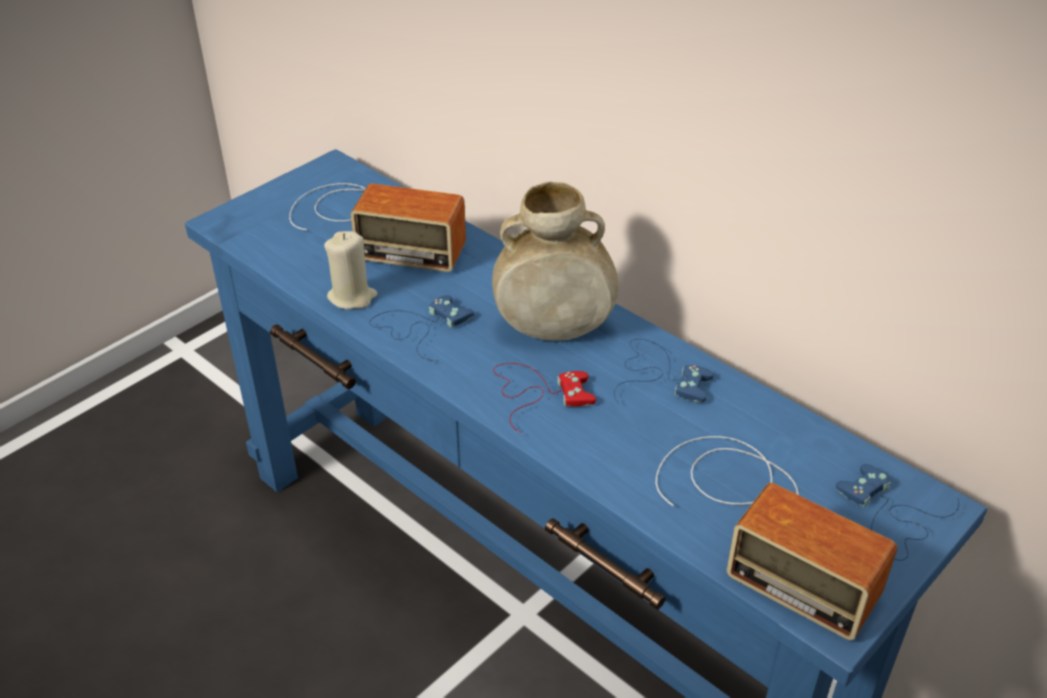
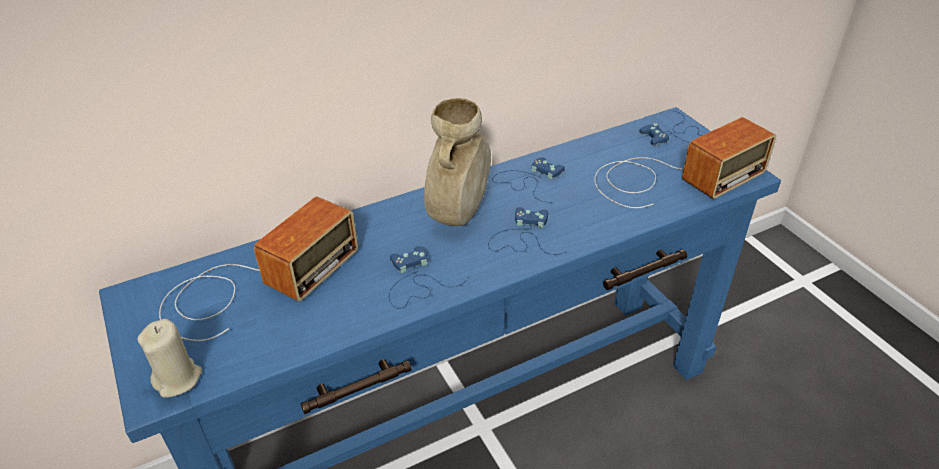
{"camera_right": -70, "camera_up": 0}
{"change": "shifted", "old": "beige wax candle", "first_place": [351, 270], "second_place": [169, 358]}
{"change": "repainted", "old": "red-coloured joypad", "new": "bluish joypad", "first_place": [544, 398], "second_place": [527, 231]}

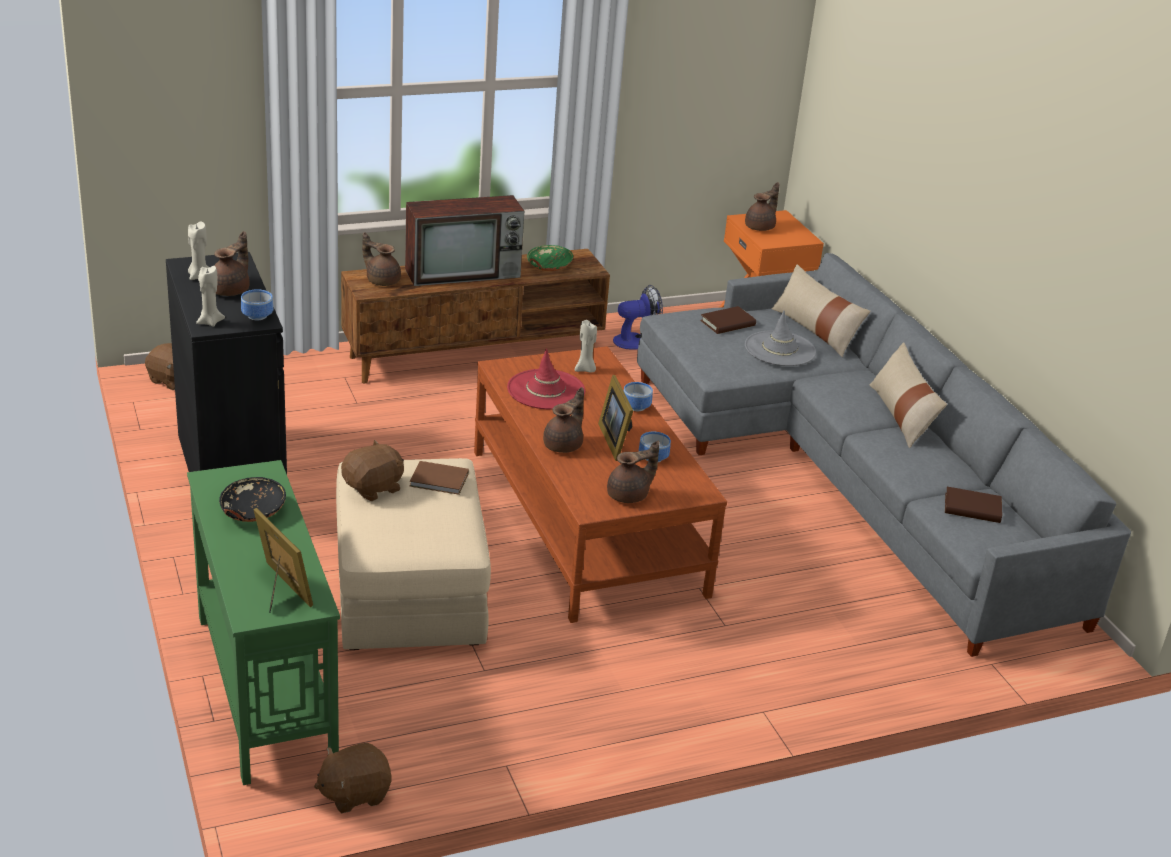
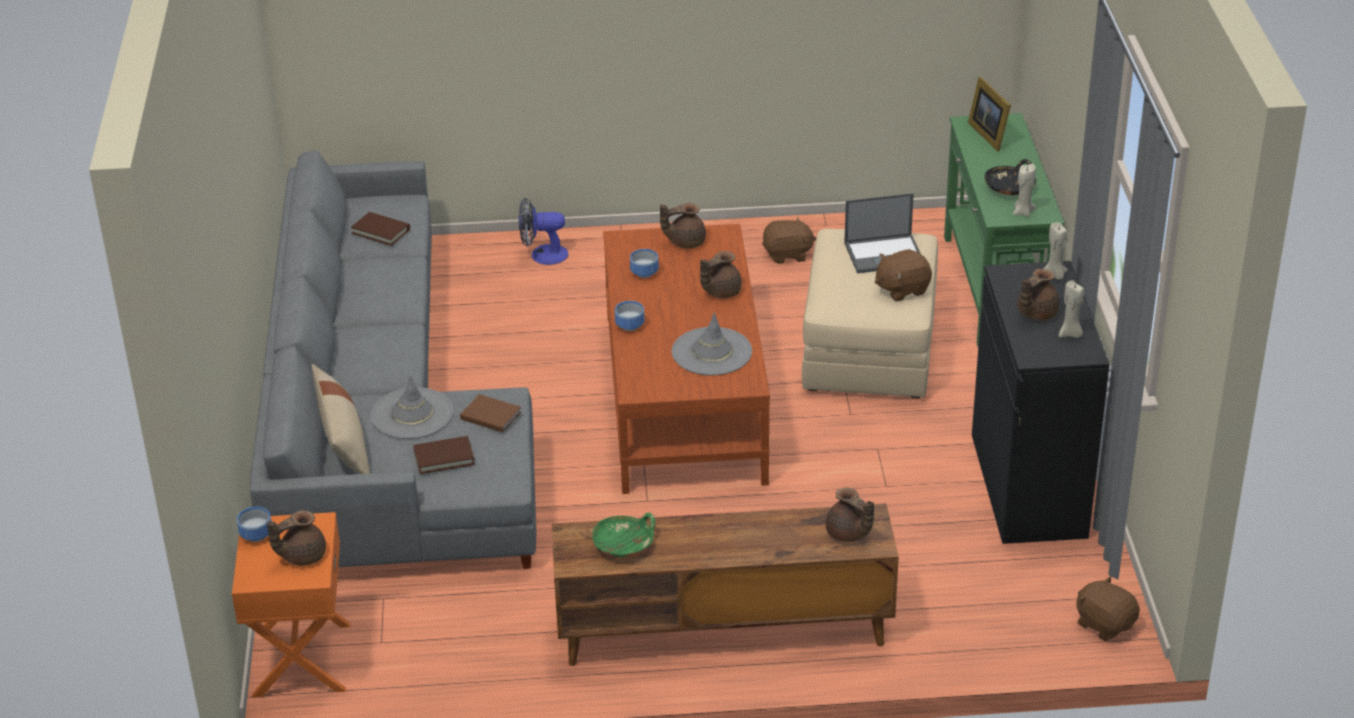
{"camera_right": -160, "camera_up": 5}
{"change": "gone", "old": "TV", "first_place": [464, 240]}
{"change": "shifted", "old": "cooling fan", "first_place": [638, 317], "second_place": [543, 231]}
{"change": "shifted", "old": "serving bowl", "first_place": [257, 304], "second_place": [254, 524]}
{"change": "shifted", "old": "beige wax candle", "first_place": [586, 346], "second_place": [1024, 190]}
{"change": "gone", "old": "beige cushion", "first_place": [908, 395]}
{"change": "repainted", "old": "red-coloured clothing hat", "new": "greyish clothing hat", "first_place": [546, 378], "second_place": [712, 344]}
{"change": "gone", "old": "standing frame", "first_place": [615, 418]}
{"change": "shifted", "old": "brown-coloured book", "first_place": [439, 478], "second_place": [491, 413]}
{"change": "shifted", "old": "brown-coloured soft toy", "first_place": [353, 778], "second_place": [789, 240]}
{"change": "new", "new": "portable computer", "second_place": [882, 233]}

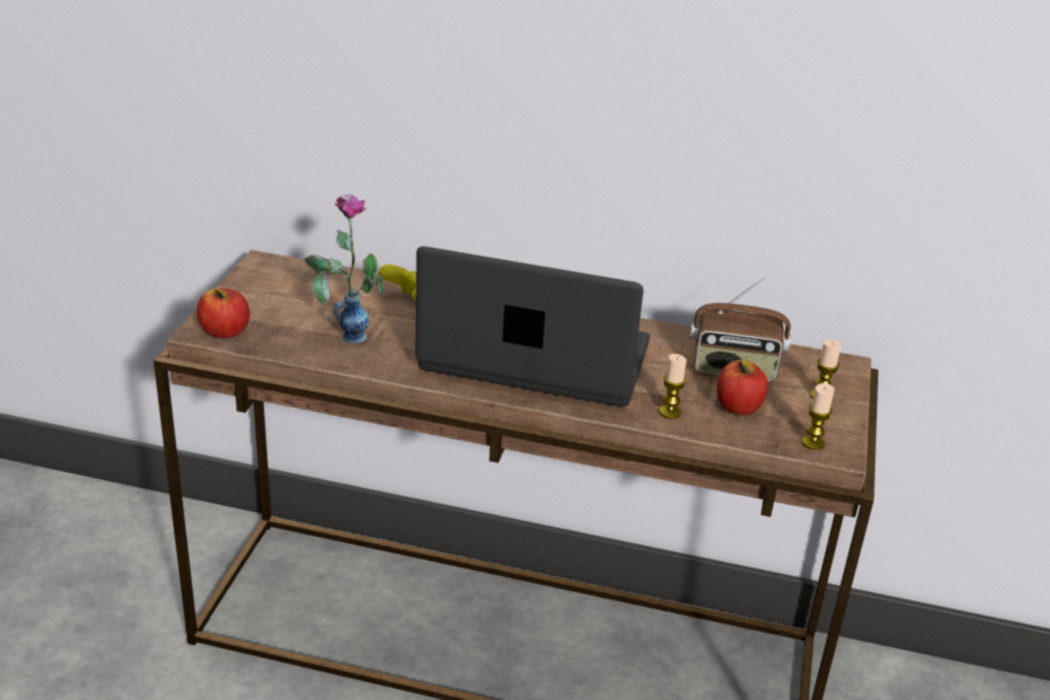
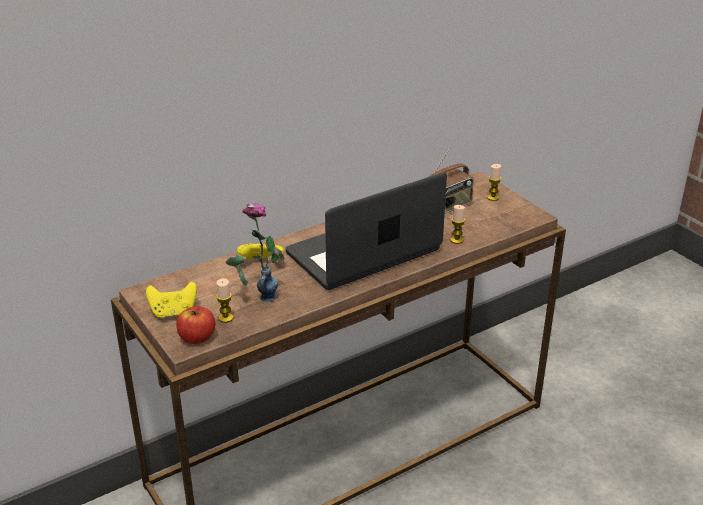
{"camera_right": -45, "camera_up": 0}
{"change": "gone", "old": "apple", "first_place": [742, 387]}
{"change": "shifted", "old": "wax candle", "first_place": [818, 416], "second_place": [224, 300]}
{"change": "new", "new": "yellowish joypad", "second_place": [171, 300]}

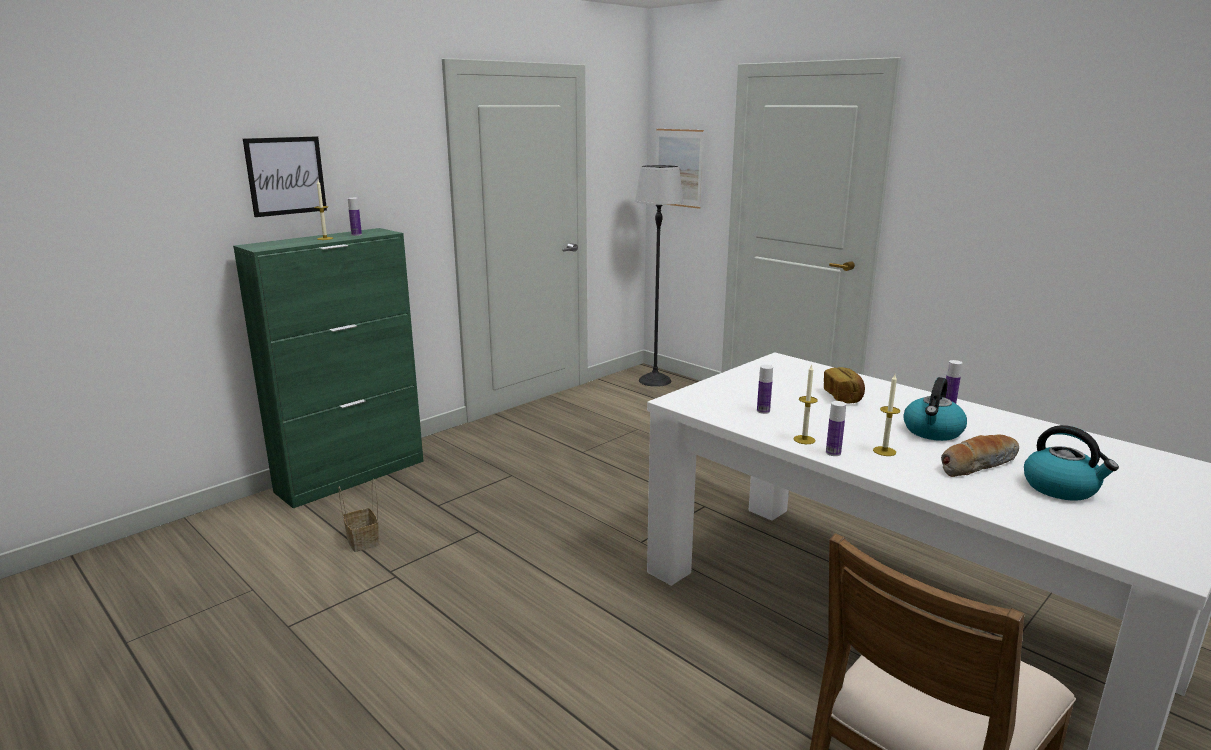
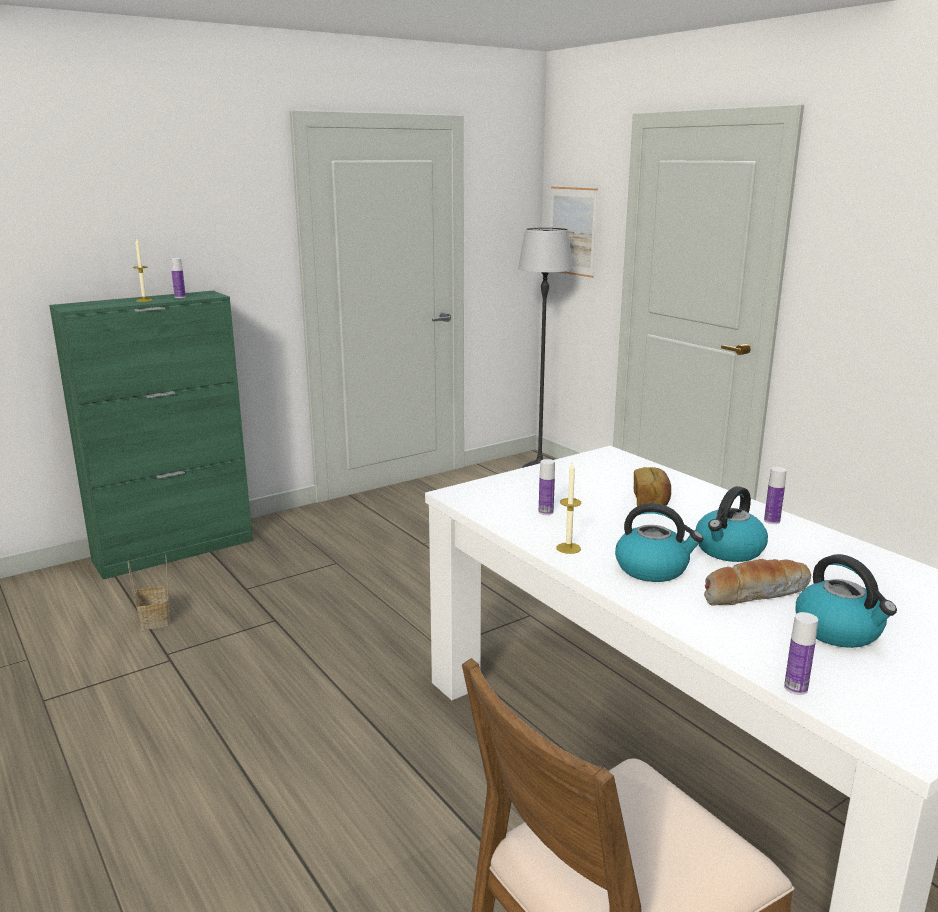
{"camera_right": 10, "camera_up": 0}
{"change": "gone", "old": "wall picture", "first_place": [285, 176]}
{"change": "swapped", "old": "wax candle", "new": "tea kettle", "first_place": [886, 415], "second_place": [659, 542]}
{"change": "shifted", "old": "beverage bottle", "first_place": [836, 428], "second_place": [801, 653]}

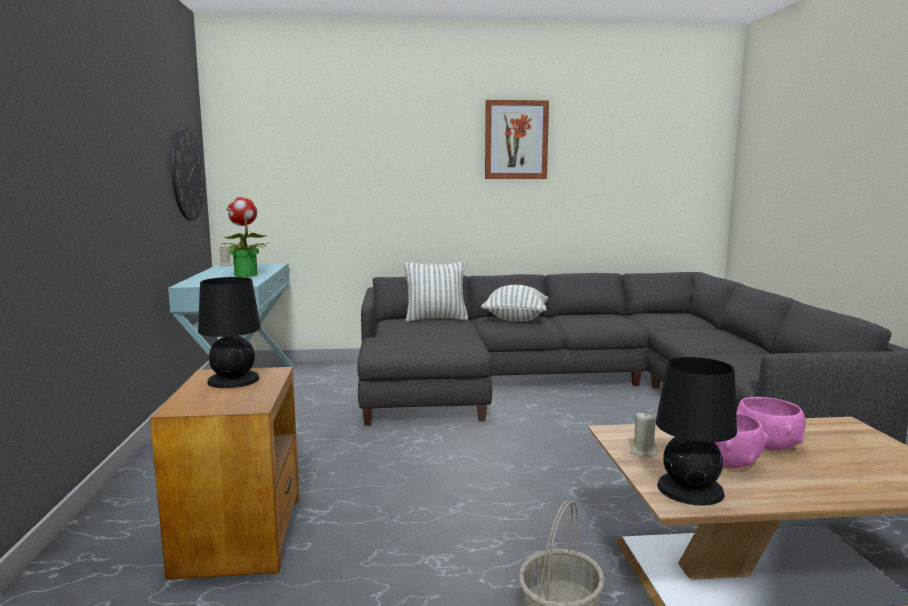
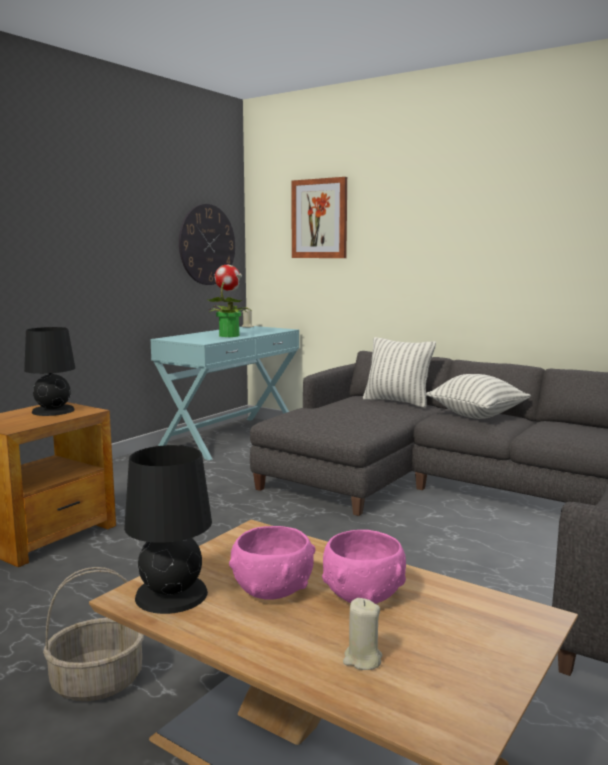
{"camera_right": 40, "camera_up": 0}
{"change": "shifted", "old": "wall picture", "first_place": [517, 139], "second_place": [319, 217]}
{"change": "shifted", "old": "beige wax candle", "first_place": [644, 435], "second_place": [362, 634]}

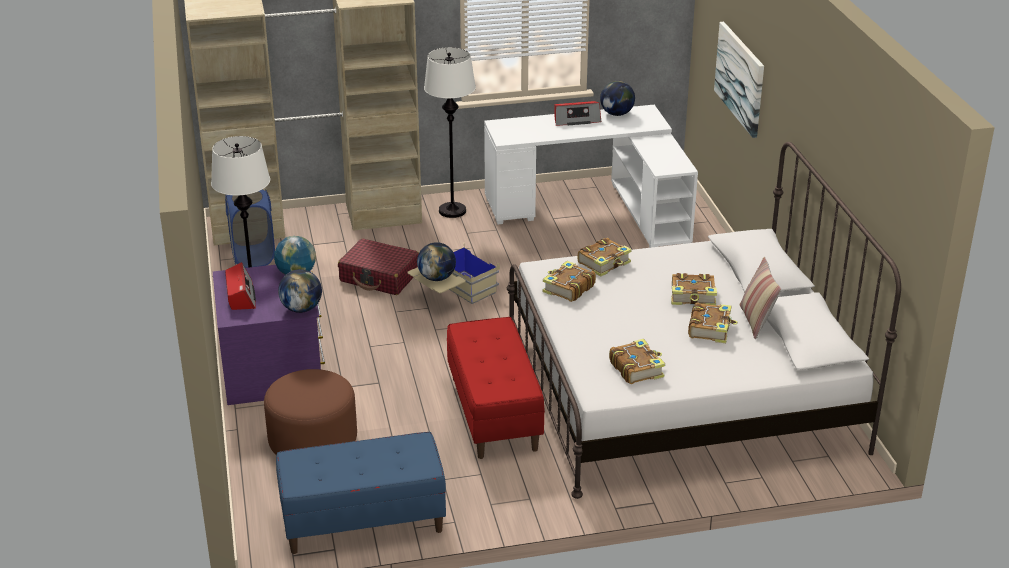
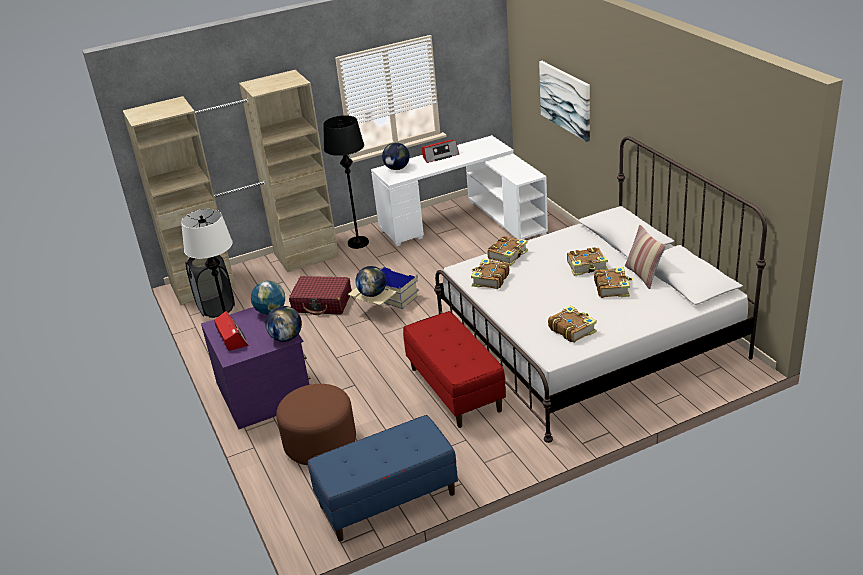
{"camera_right": -10, "camera_up": 0}
{"change": "repainted", "old": "white-coloured floor lamp", "new": "black floor lamp", "first_place": [450, 132], "second_place": [346, 182]}
{"change": "shifted", "old": "world globe", "first_place": [617, 98], "second_place": [396, 156]}
{"change": "repainted", "old": "bluish laundry basket", "new": "black laundry basket", "first_place": [250, 228], "second_place": [210, 286]}

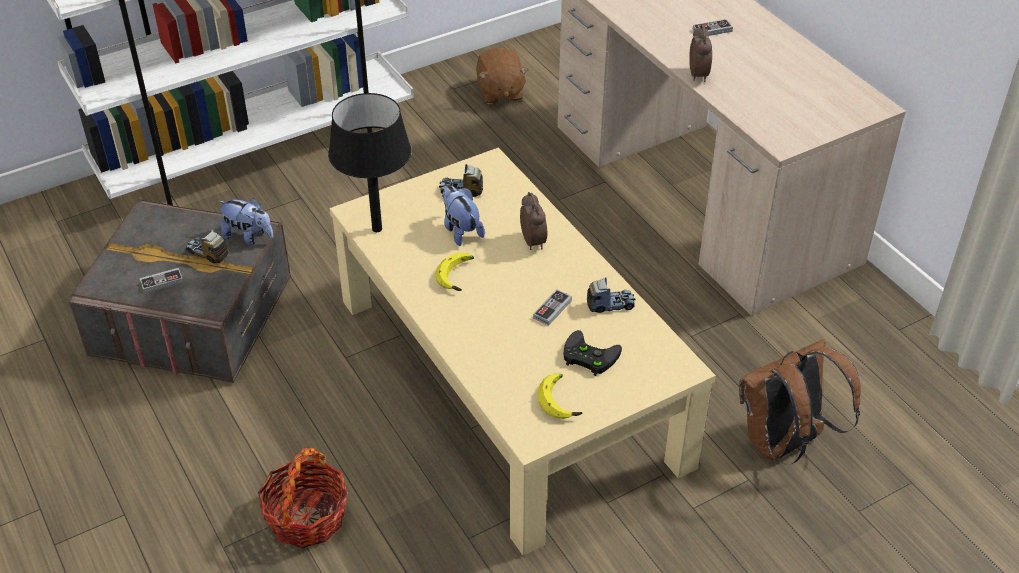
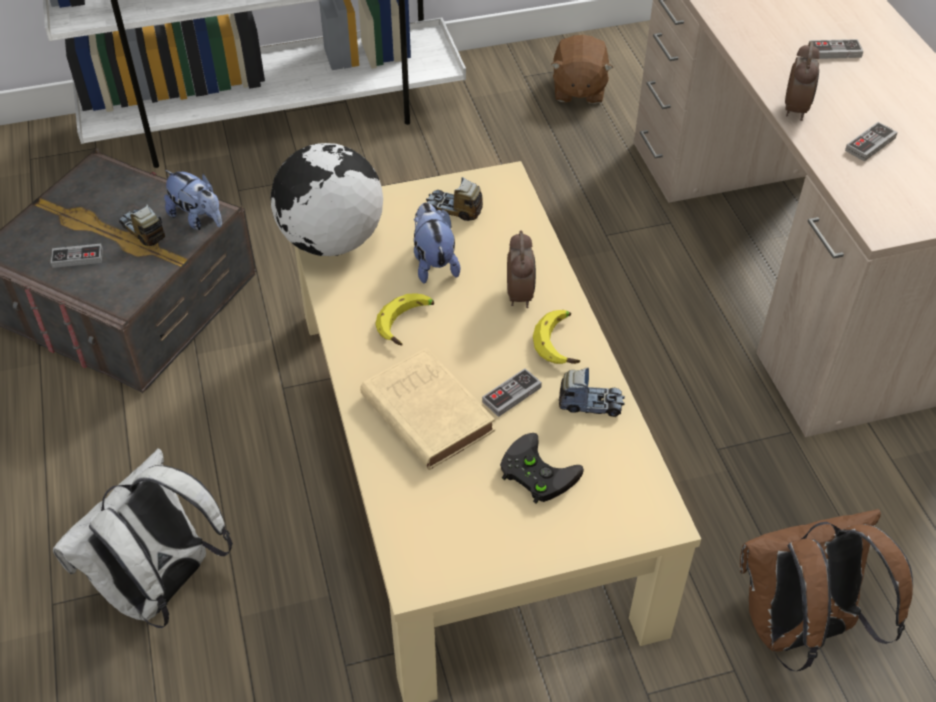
{"camera_right": 15, "camera_up": 5}
{"change": "swapped", "old": "black table lamp", "new": "world globe", "first_place": [369, 162], "second_place": [327, 199]}
{"change": "shifted", "old": "banana", "first_place": [560, 396], "second_place": [556, 337]}
{"change": "swapped", "old": "household basket", "new": "white-coloured backpack", "first_place": [302, 497], "second_place": [143, 538]}
{"change": "new", "new": "joypad", "second_place": [871, 142]}
{"change": "new", "new": "beige book", "second_place": [427, 409]}

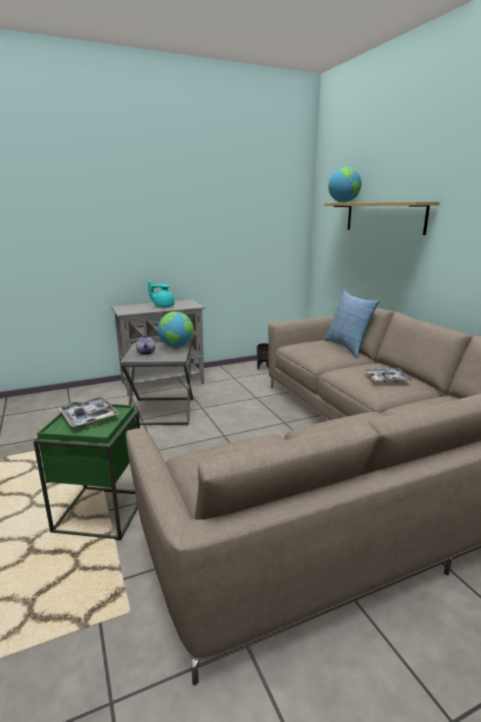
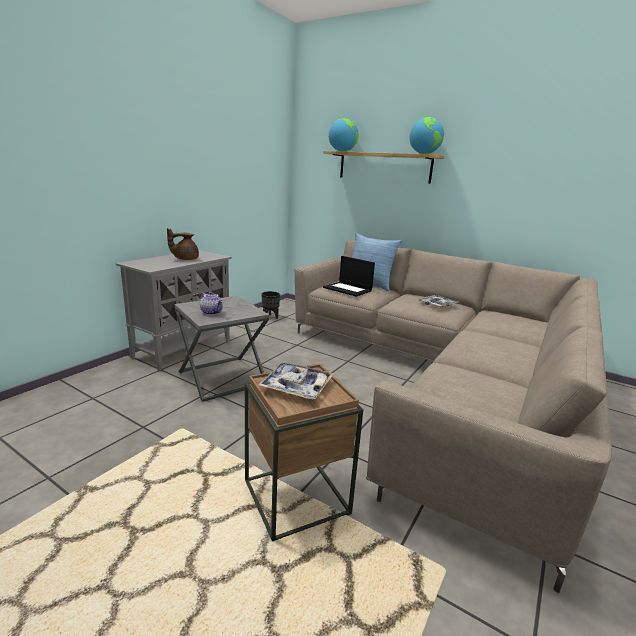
{"camera_right": -35, "camera_up": 0}
{"change": "repainted", "old": "turquoise-coloured tea pot", "new": "brown-coloured tea pot", "first_place": [161, 294], "second_place": [183, 244]}
{"change": "shifted", "old": "world globe", "first_place": [176, 330], "second_place": [427, 135]}
{"change": "repainted", "old": "green-coloured end table", "new": "brown-coloured end table", "first_place": [86, 471], "second_place": [304, 452]}
{"change": "new", "new": "portable computer", "second_place": [349, 276]}

